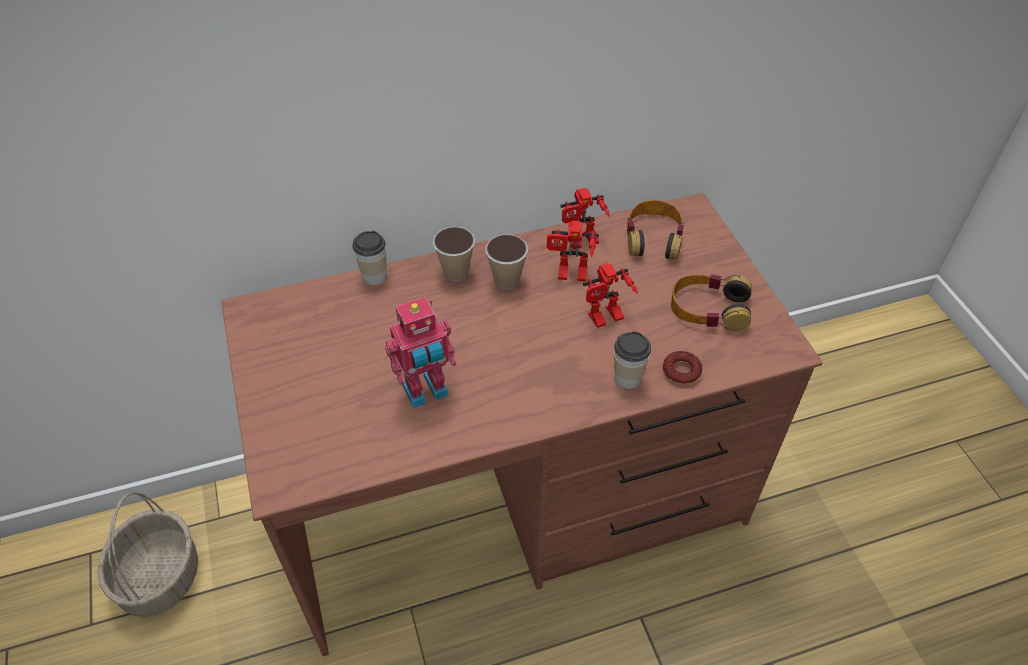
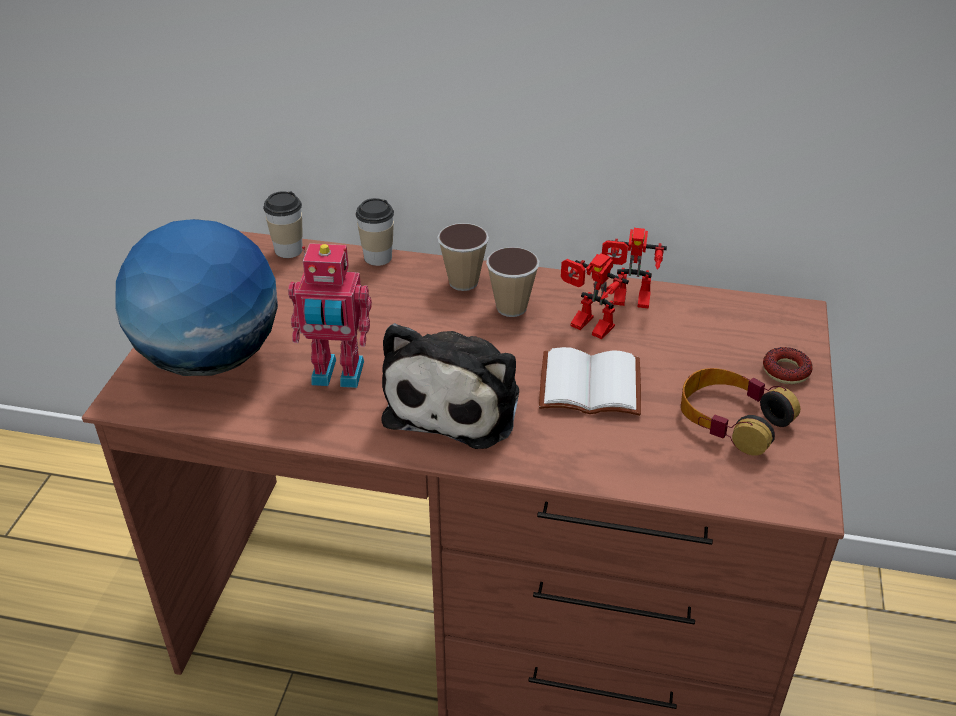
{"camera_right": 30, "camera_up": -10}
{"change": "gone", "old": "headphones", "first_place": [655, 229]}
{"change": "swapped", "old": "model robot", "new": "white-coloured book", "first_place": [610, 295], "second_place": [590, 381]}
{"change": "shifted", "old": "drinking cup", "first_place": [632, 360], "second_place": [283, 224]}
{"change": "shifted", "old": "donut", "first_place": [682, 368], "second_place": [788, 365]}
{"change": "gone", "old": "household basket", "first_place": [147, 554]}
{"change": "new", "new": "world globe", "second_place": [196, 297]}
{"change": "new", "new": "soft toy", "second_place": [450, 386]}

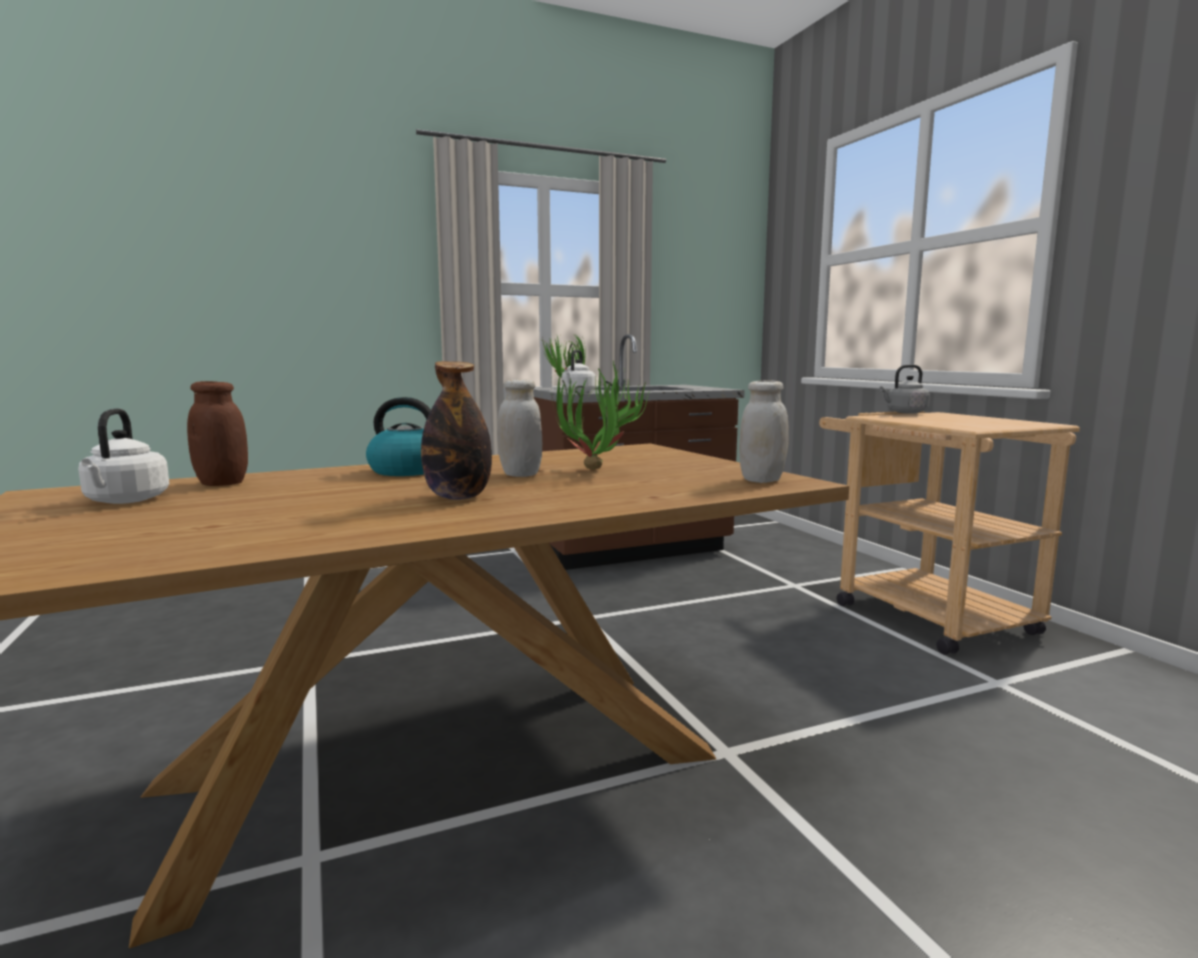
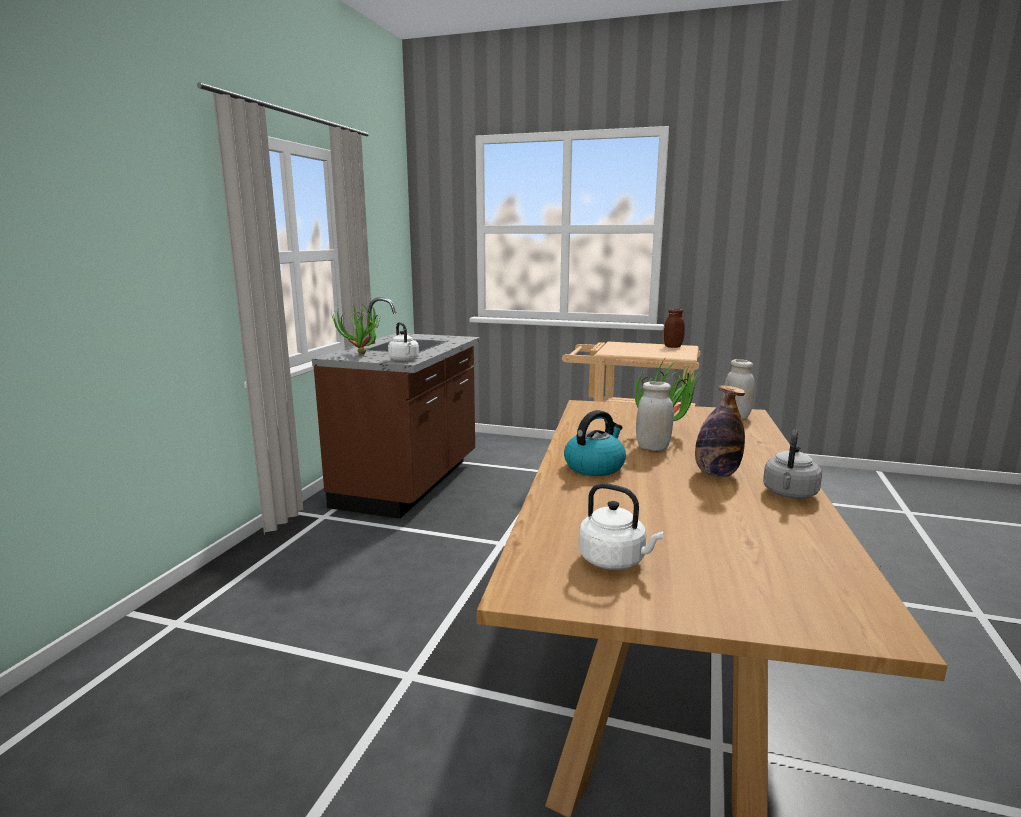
{"camera_right": -50, "camera_up": 5}
{"change": "shifted", "old": "greyish tea kettle", "first_place": [905, 389], "second_place": [792, 464]}
{"change": "shifted", "old": "brown-coloured jar", "first_place": [217, 433], "second_place": [674, 328]}

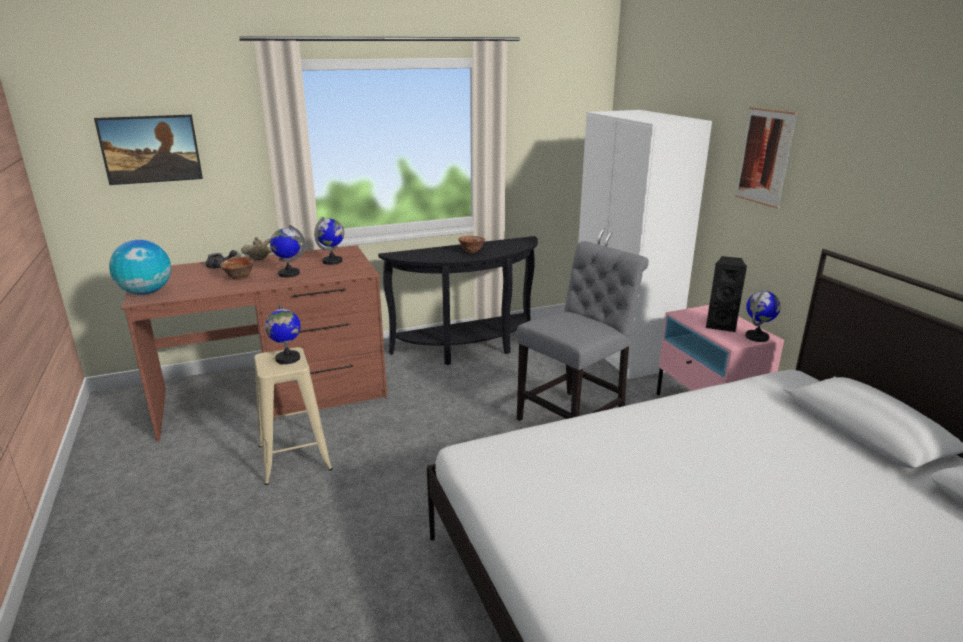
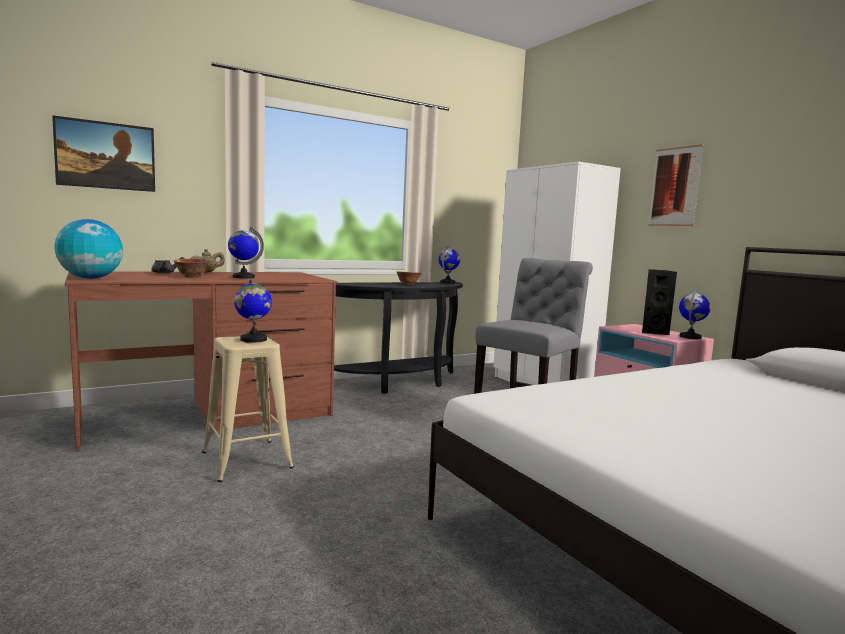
{"camera_right": -10, "camera_up": -15}
{"change": "shifted", "old": "world globe", "first_place": [329, 241], "second_place": [449, 265]}

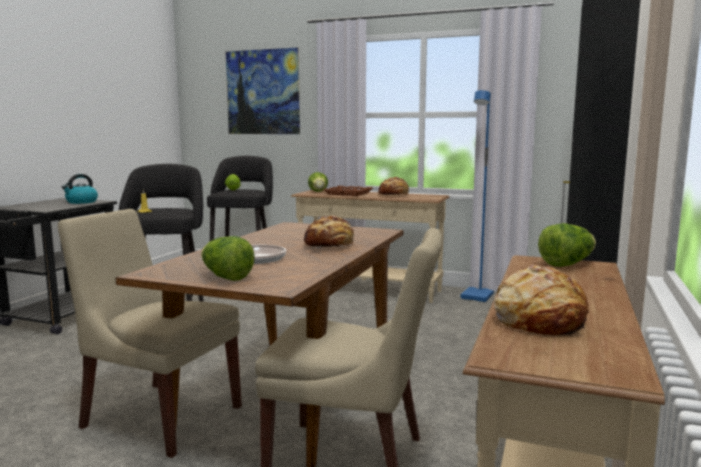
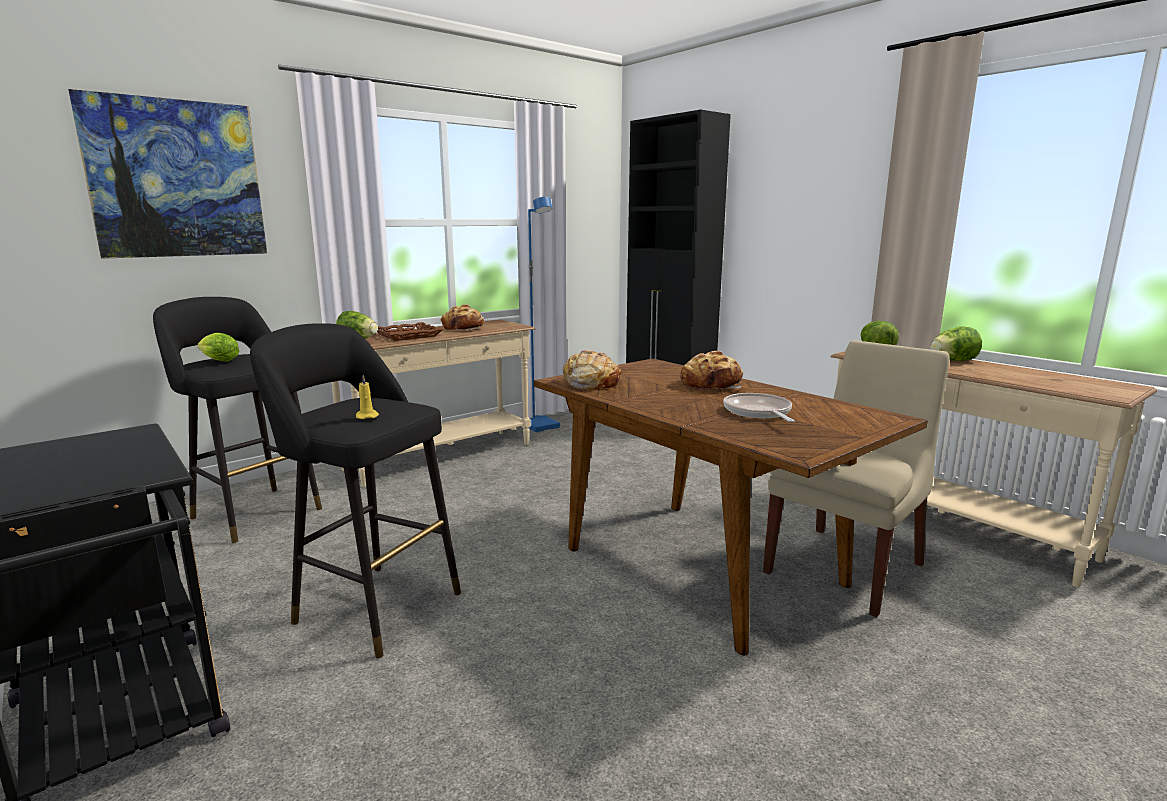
{"camera_right": -60, "camera_up": 5}
{"change": "gone", "old": "tea kettle", "first_place": [80, 189]}
{"change": "gone", "old": "beige plain chair", "first_place": [150, 333]}
{"change": "shifted", "old": "lettuce head", "first_place": [227, 258], "second_place": [956, 343]}
{"change": "shifted", "old": "bread", "first_place": [541, 300], "second_place": [592, 370]}

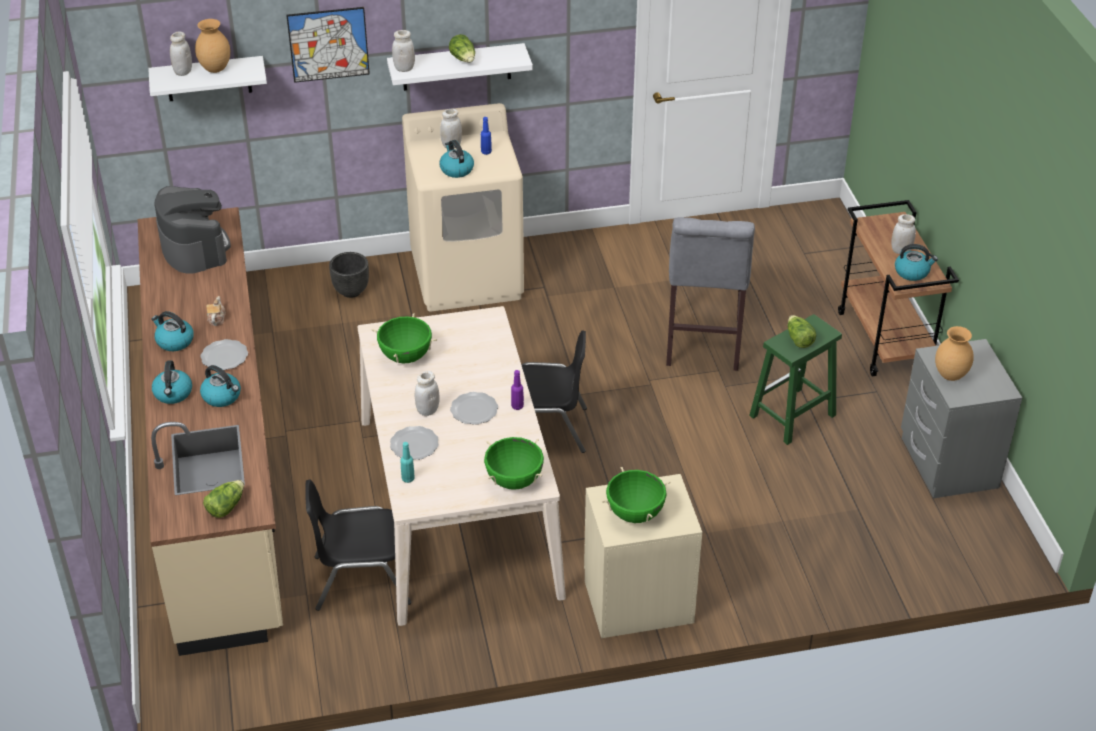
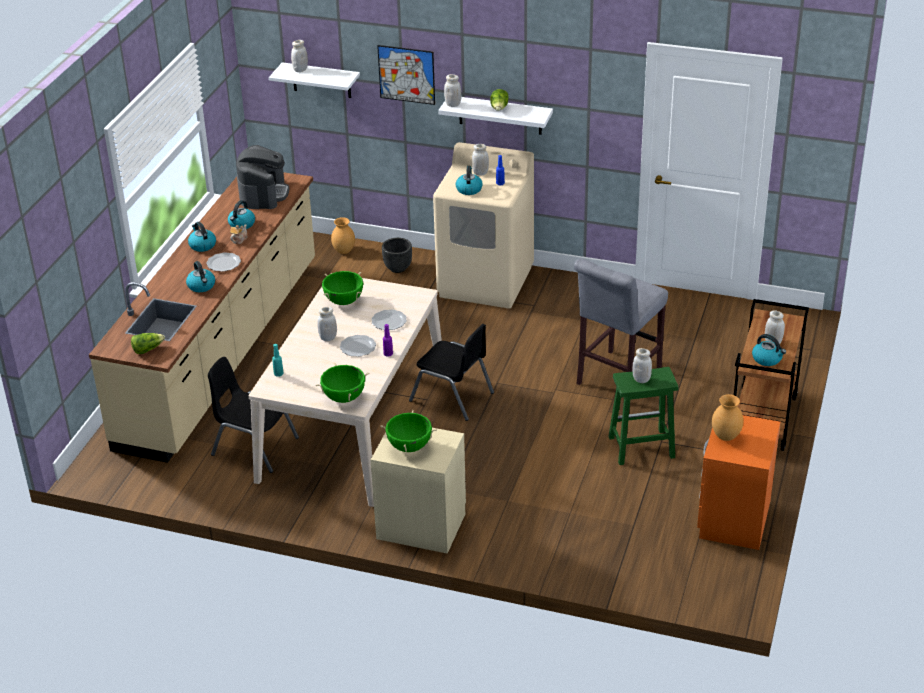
{"camera_right": 30, "camera_up": -5}
{"change": "shifted", "old": "brown-coloured decorative vase", "first_place": [212, 46], "second_place": [343, 235]}
{"change": "swapped", "old": "lettuce head", "new": "white-coloured jar", "first_place": [802, 331], "second_place": [642, 365]}
{"change": "repainted", "old": "greyish bedside table", "new": "orangey bedside table", "first_place": [961, 418], "second_place": [738, 482]}
{"change": "shifted", "old": "tea kettle", "first_place": [172, 382], "second_place": [241, 214]}
{"change": "shifted", "old": "dinner plate", "first_place": [414, 443], "second_place": [389, 319]}

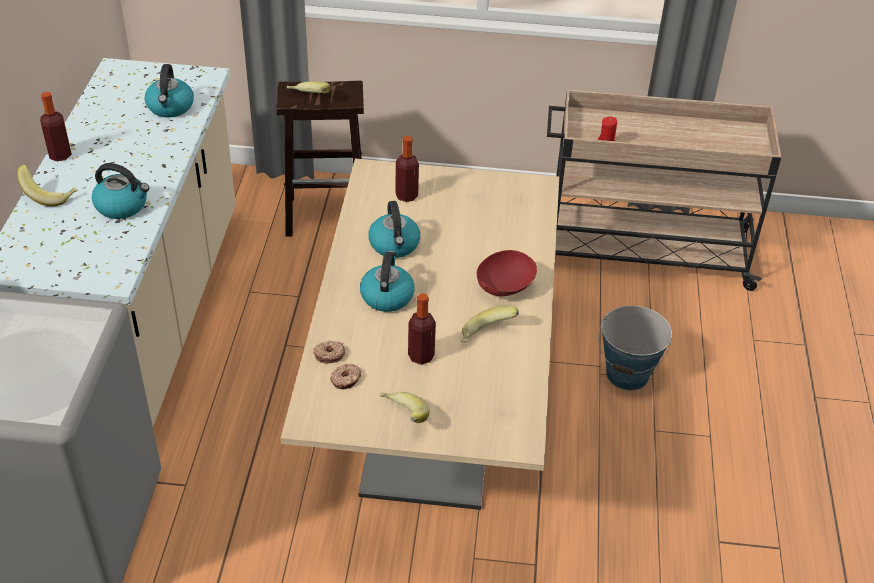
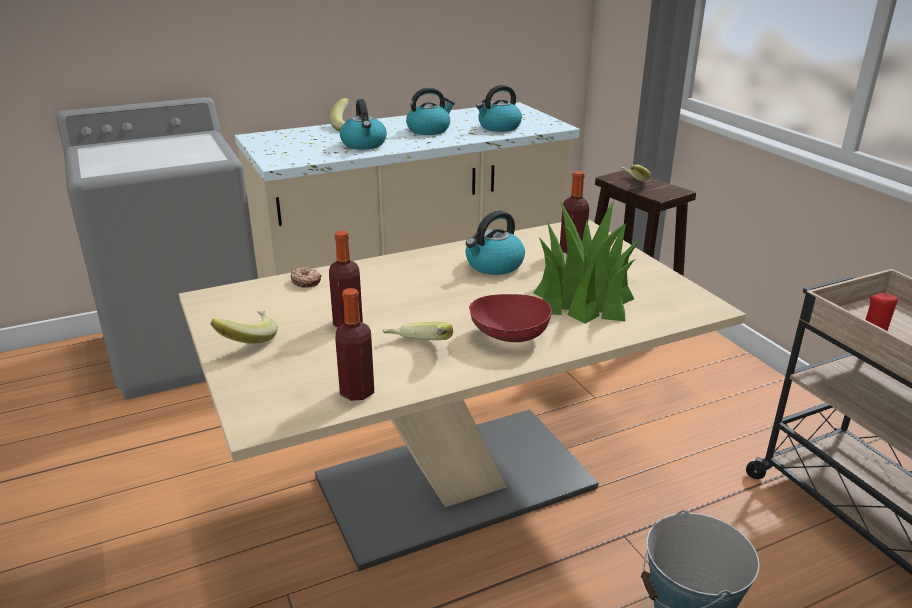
{"camera_right": 60, "camera_up": -15}
{"change": "shifted", "old": "beverage bottle", "first_place": [56, 126], "second_place": [354, 344]}
{"change": "shifted", "old": "tea kettle", "first_place": [387, 281], "second_place": [430, 111]}
{"change": "gone", "old": "donut", "first_place": [345, 376]}
{"change": "new", "new": "houseplant", "second_place": [586, 262]}

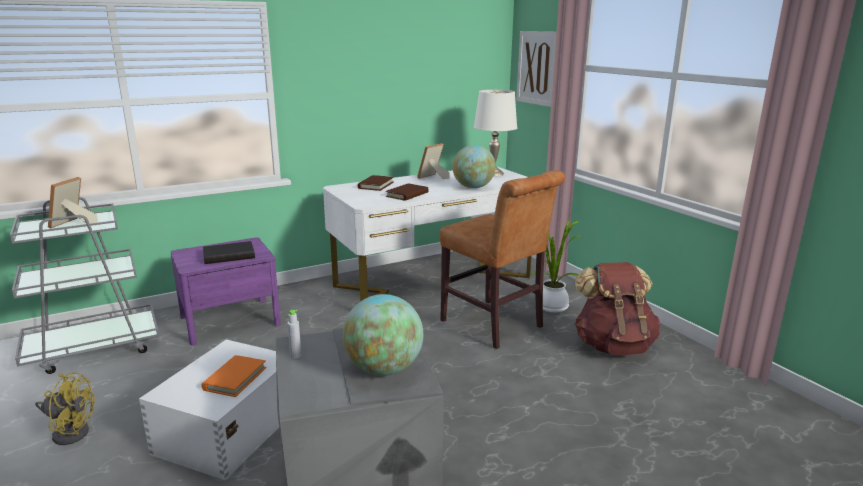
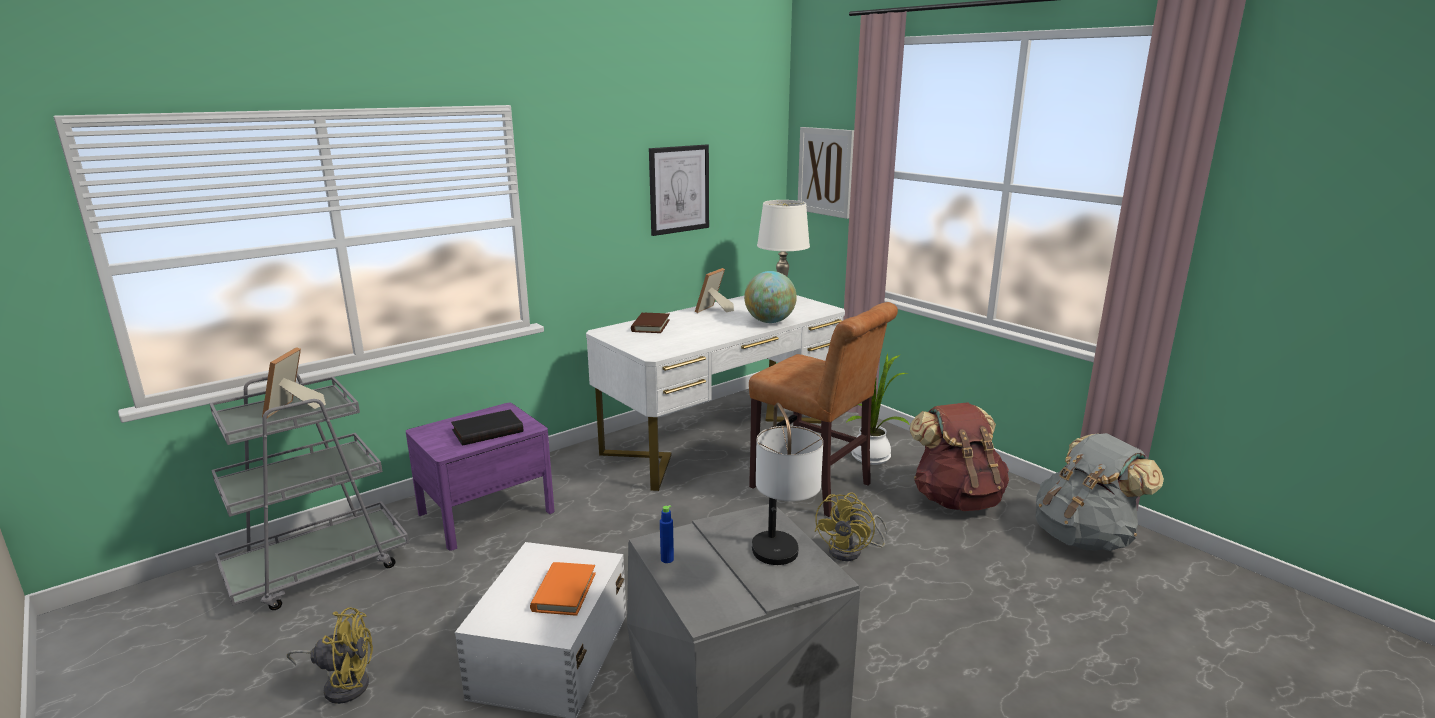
{"camera_right": -10, "camera_up": 0}
{"change": "gone", "old": "brown-coloured book", "first_place": [407, 192]}
{"change": "swapped", "old": "world globe", "new": "table lamp", "first_place": [383, 335], "second_place": [787, 484]}
{"change": "repainted", "old": "greyish beverage bottle", "new": "bluish beverage bottle", "first_place": [294, 334], "second_place": [667, 534]}
{"change": "new", "new": "wall picture", "second_place": [679, 190]}
{"change": "new", "new": "greyish backpack", "second_place": [1100, 492]}
{"change": "new", "new": "yellowish cooling fan", "second_place": [851, 526]}

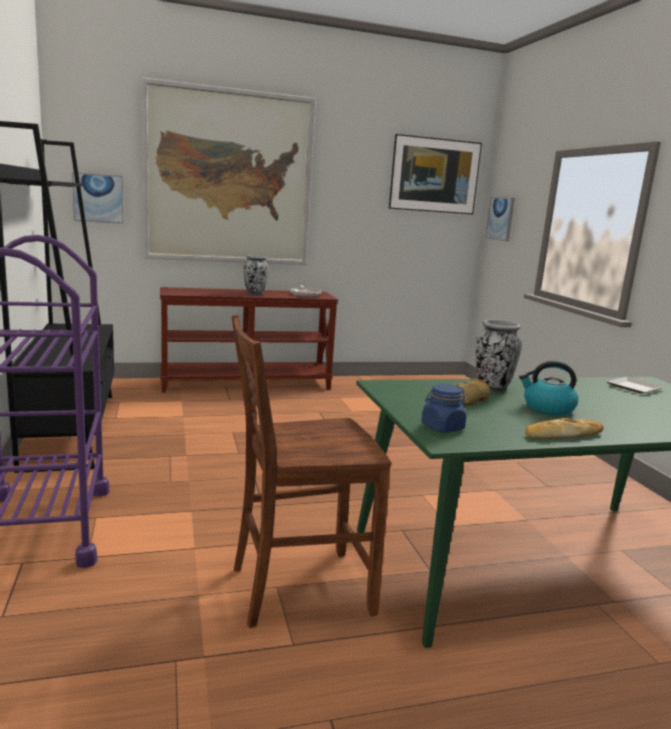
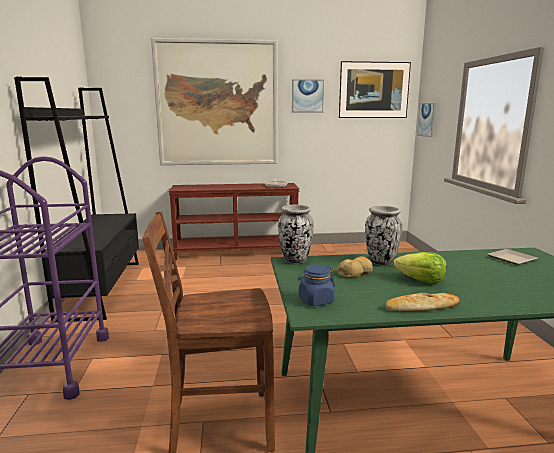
{"camera_right": 10, "camera_up": 0}
{"change": "shifted", "old": "wall picture", "first_place": [98, 198], "second_place": [308, 96]}
{"change": "shifted", "old": "decorative vase", "first_place": [256, 275], "second_place": [296, 234]}
{"change": "swapped", "old": "tea kettle", "new": "lettuce head", "first_place": [548, 388], "second_place": [420, 268]}

